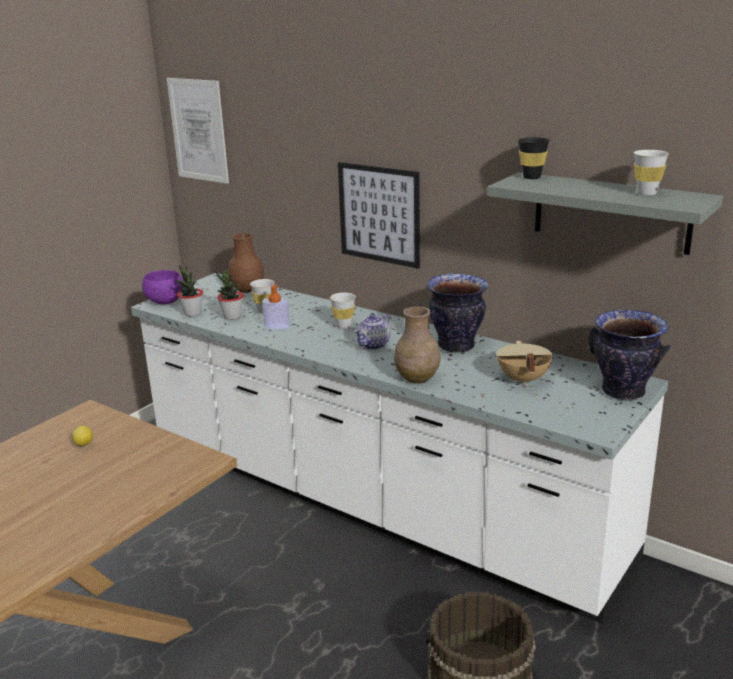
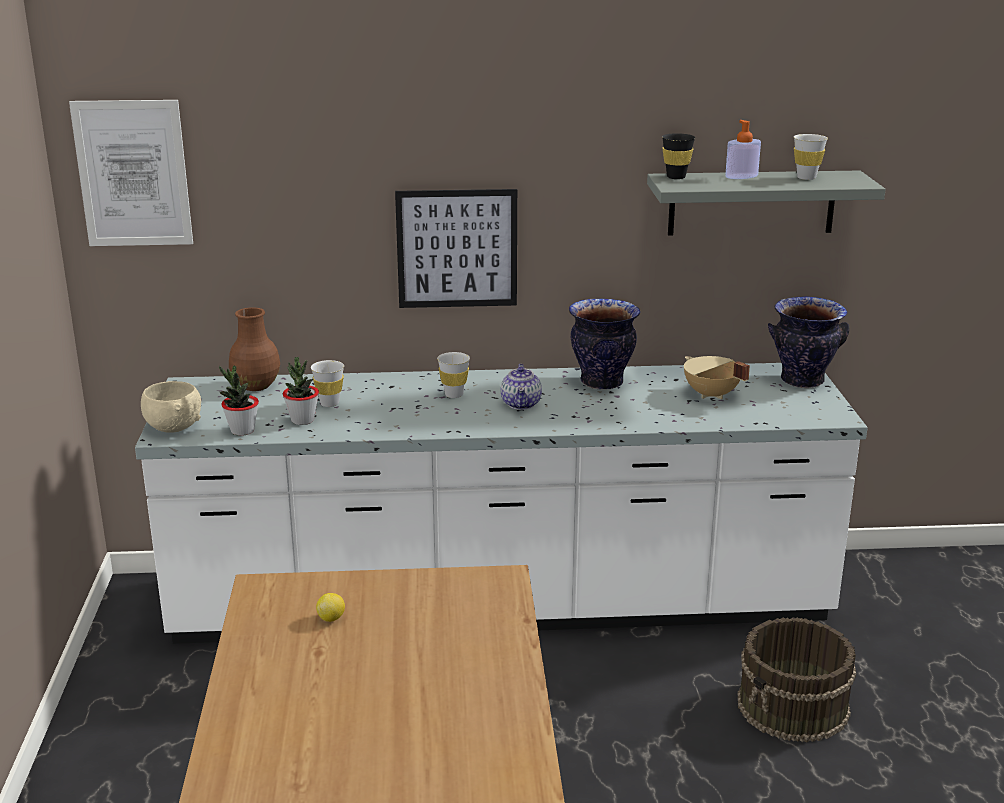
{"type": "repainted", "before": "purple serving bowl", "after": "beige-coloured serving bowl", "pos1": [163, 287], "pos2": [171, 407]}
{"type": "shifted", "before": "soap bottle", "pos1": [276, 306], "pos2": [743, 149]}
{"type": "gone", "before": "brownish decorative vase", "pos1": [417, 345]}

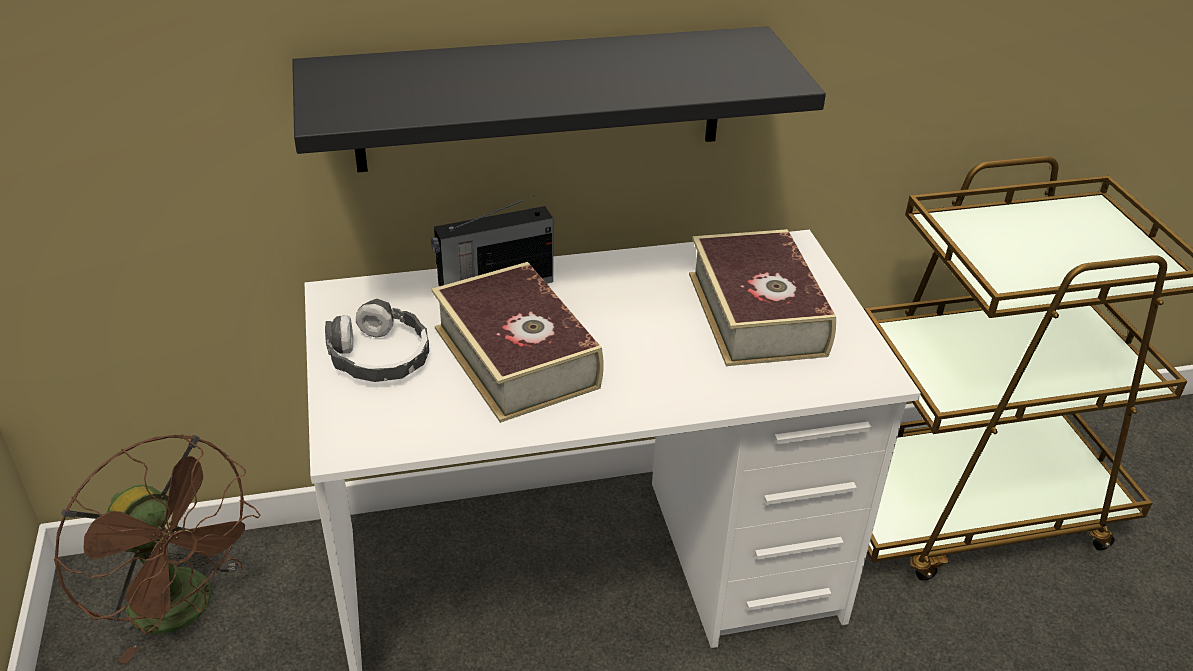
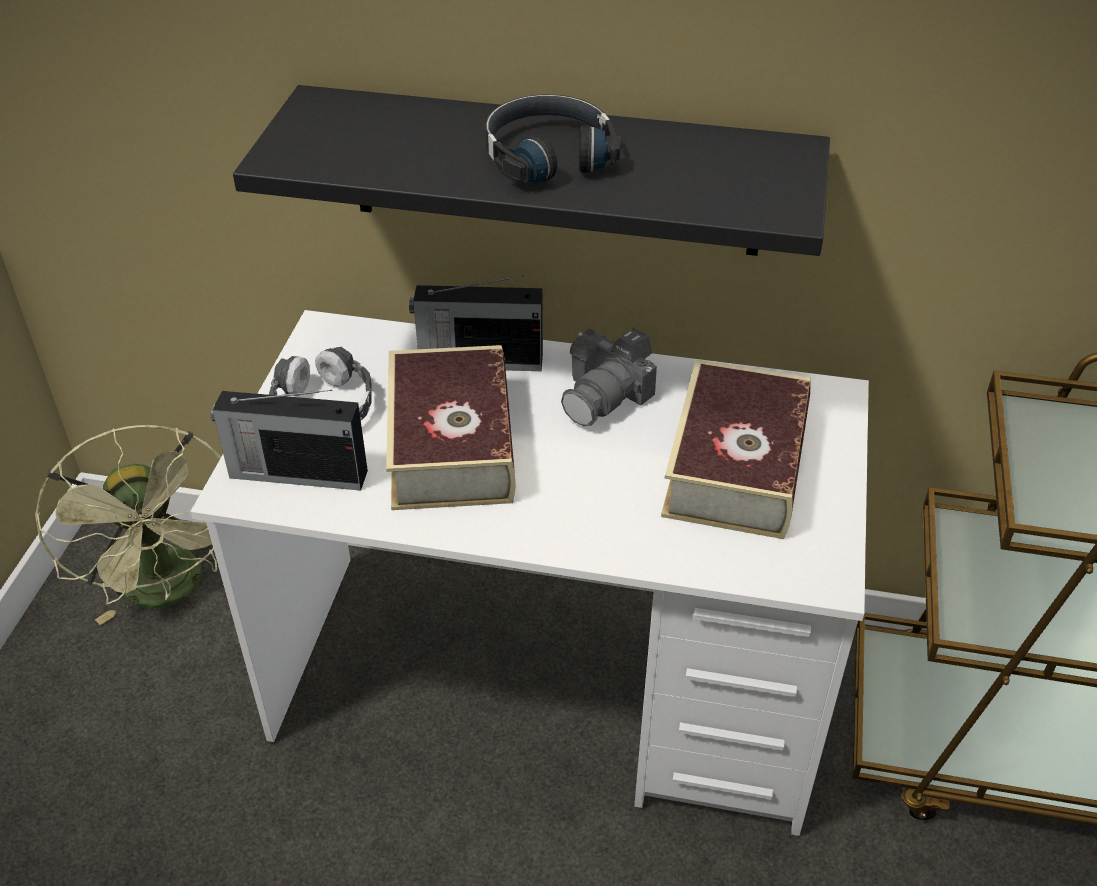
{"type": "repainted", "before": "brownish fan", "after": "green fan", "pos1": [157, 549], "pos2": [128, 525]}
{"type": "new", "after": "radio", "pos2": [289, 440]}
{"type": "new", "after": "black pair of headphones", "pos2": [553, 138]}
{"type": "new", "after": "still camera", "pos2": [609, 377]}

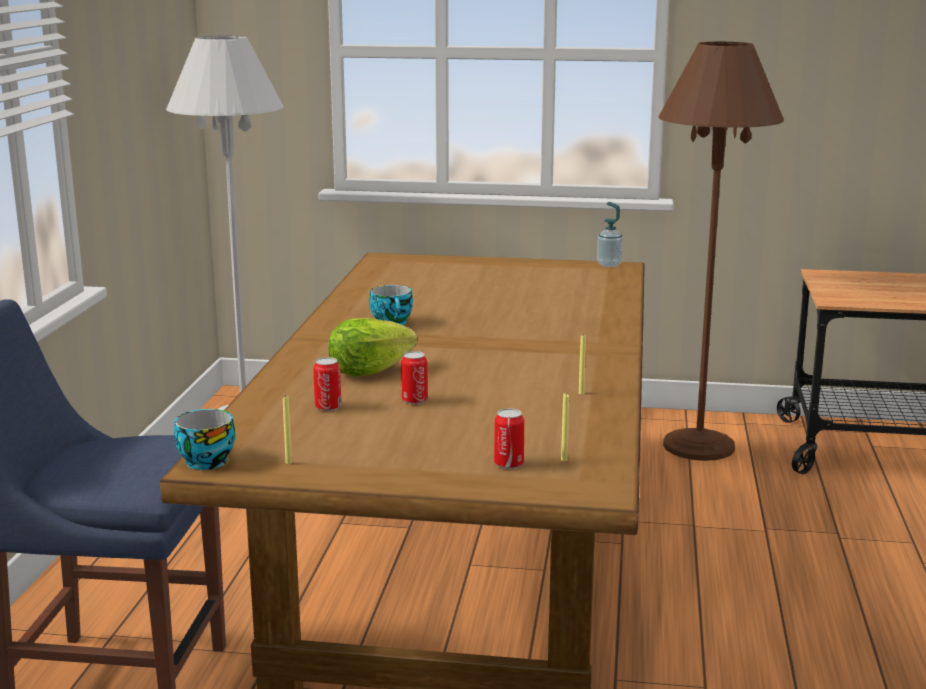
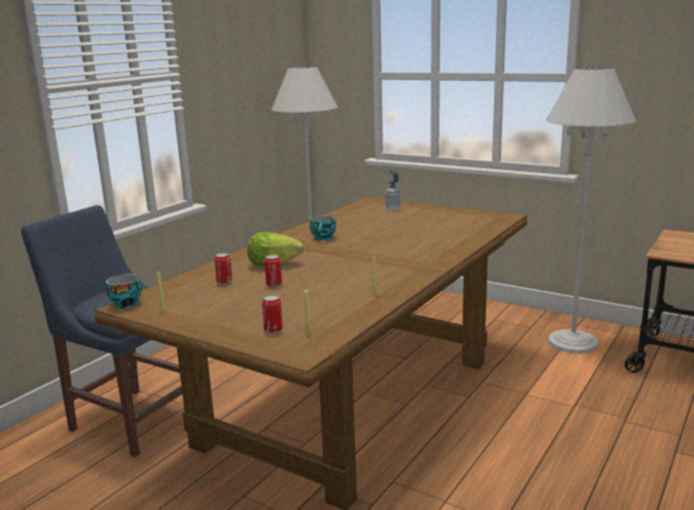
{"type": "shifted", "before": "soap bottle", "pos1": [610, 234], "pos2": [393, 190]}
{"type": "repainted", "before": "brownish standard lamp", "after": "whitish standard lamp", "pos1": [721, 251], "pos2": [591, 210]}

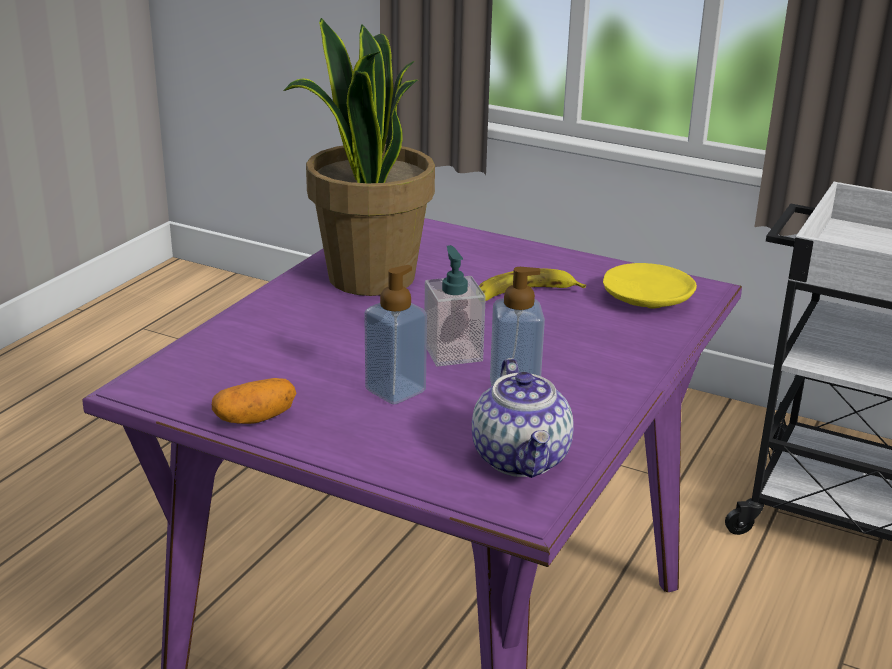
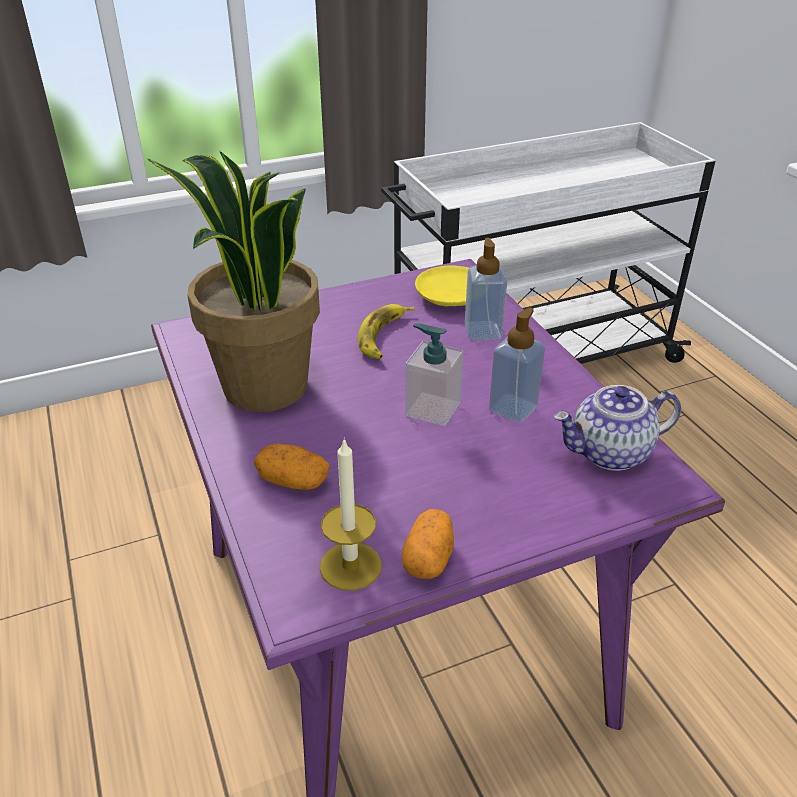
{"type": "shifted", "before": "soap bottle", "pos1": [395, 334], "pos2": [486, 289]}
{"type": "rotated", "before": "tea pot", "pos1": [523, 418], "pos2": [617, 428], "turn": 135}
{"type": "new", "after": "spud", "pos2": [291, 467]}
{"type": "new", "after": "wax light", "pos2": [351, 514]}

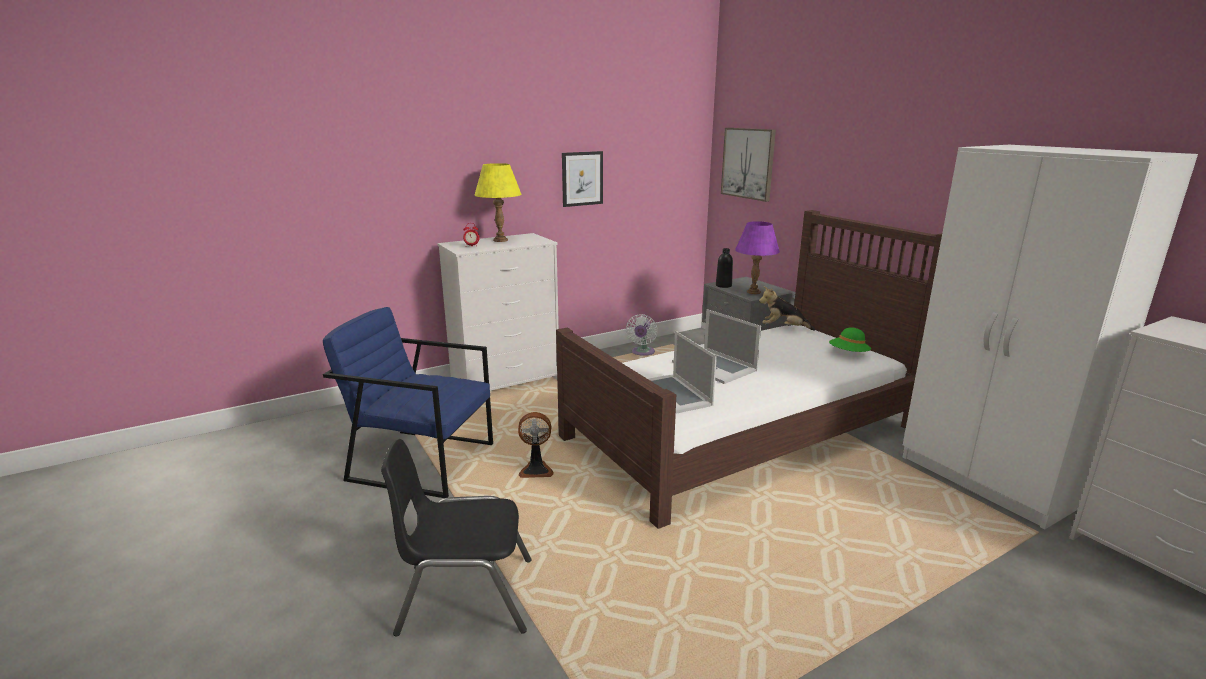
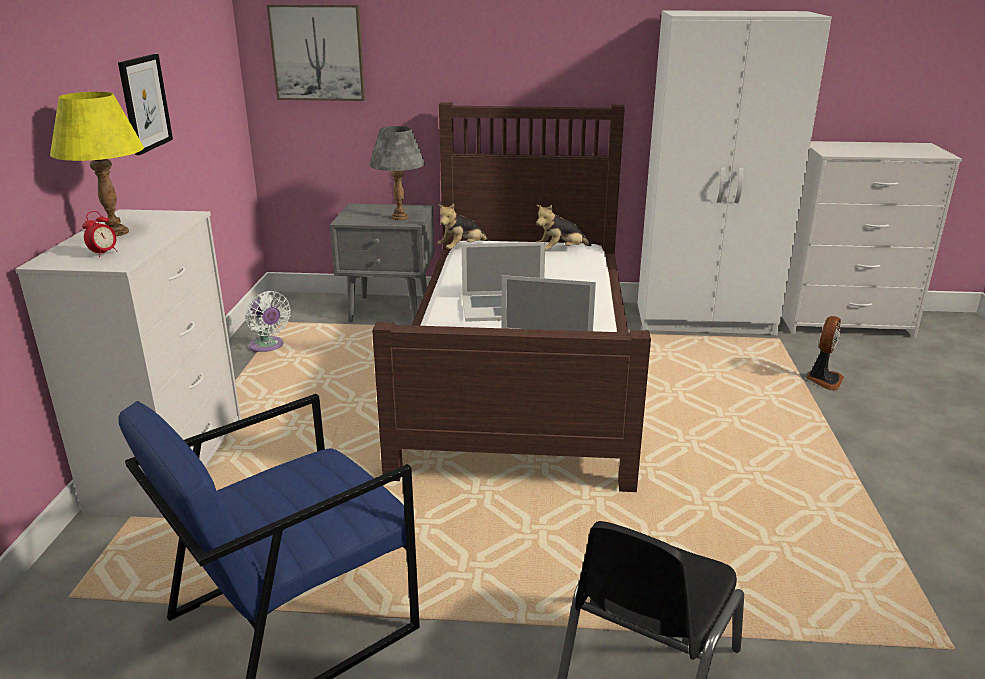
{"type": "shifted", "before": "fan", "pos1": [536, 445], "pos2": [825, 353]}
{"type": "gone", "before": "black bottle", "pos1": [724, 268]}
{"type": "repainted", "before": "purple table lamp", "after": "gray table lamp", "pos1": [757, 257], "pos2": [397, 173]}
{"type": "swapped", "before": "green hat", "after": "soft toy", "pos1": [850, 339], "pos2": [564, 228]}

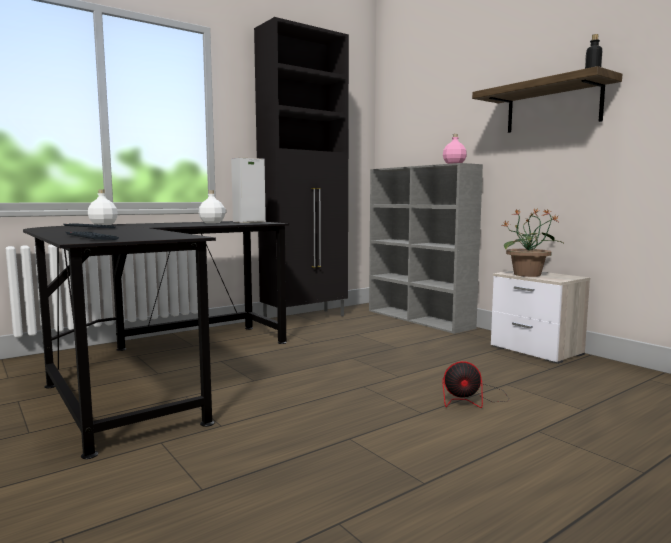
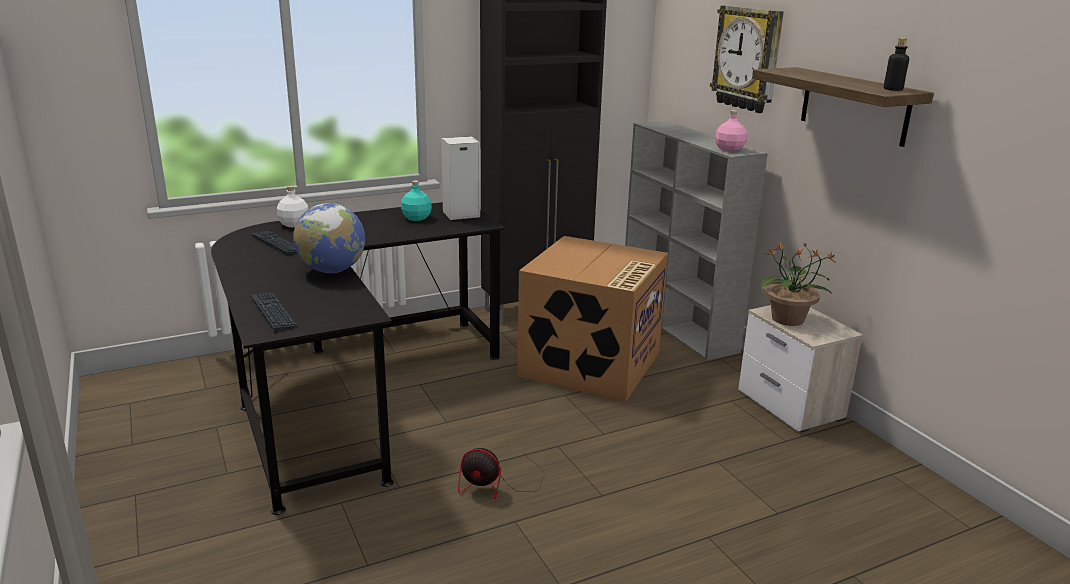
{"type": "repainted", "before": "whitish bottle", "after": "turquoise-coloured bottle", "pos1": [212, 206], "pos2": [416, 201]}
{"type": "shifted", "before": "fan", "pos1": [475, 384], "pos2": [501, 472]}
{"type": "new", "after": "globe", "pos2": [329, 238]}
{"type": "new", "after": "cardboard box", "pos2": [592, 319]}
{"type": "new", "after": "wall clock", "pos2": [747, 59]}

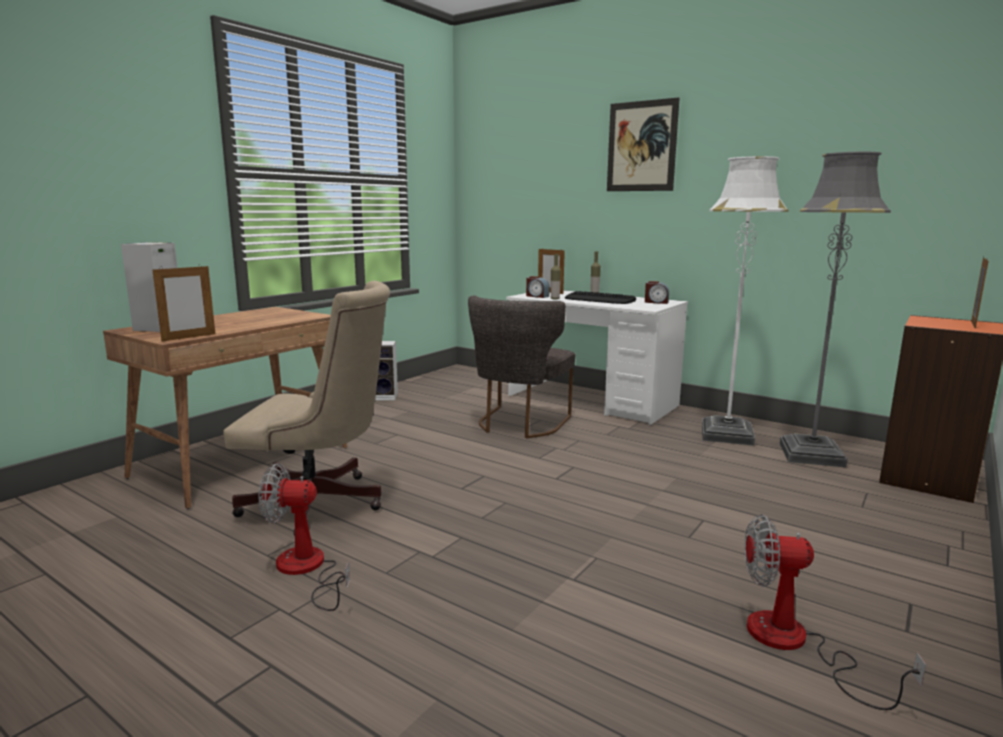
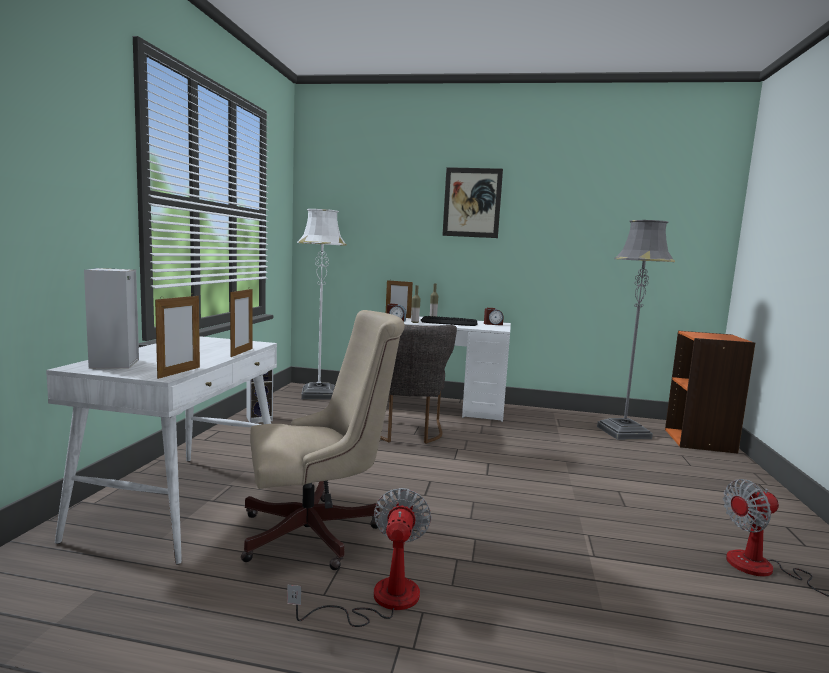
{"type": "repainted", "before": "brownish desk table", "after": "whitish desk table", "pos1": [225, 408], "pos2": [161, 450]}
{"type": "rotated", "before": "fan", "pos1": [304, 537], "pos2": [359, 557], "turn": 120}
{"type": "shifted", "before": "whitish standard lamp", "pos1": [745, 301], "pos2": [322, 304]}
{"type": "shifted", "before": "standing frame", "pos1": [979, 292], "pos2": [241, 322]}

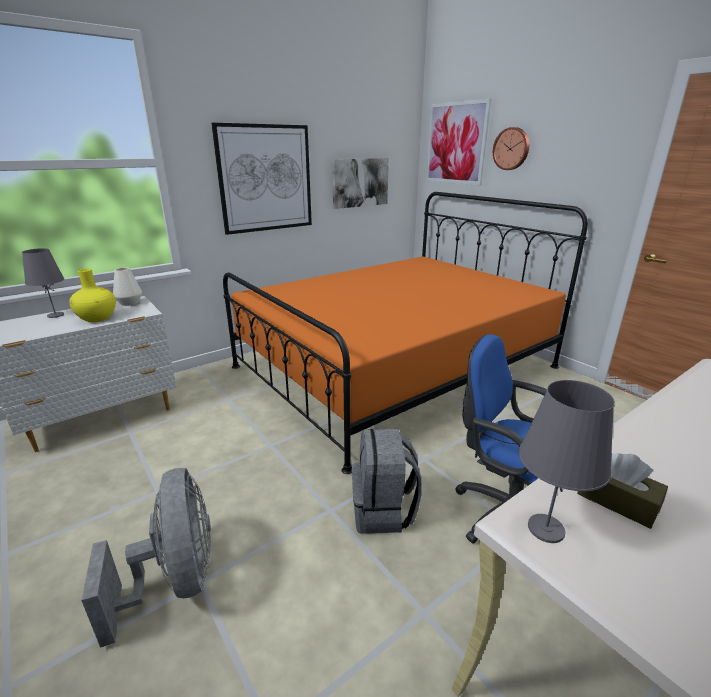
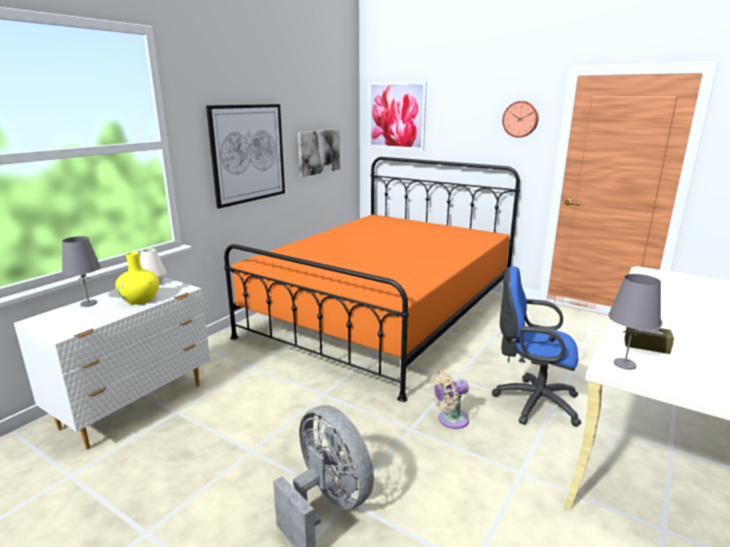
{"type": "swapped", "before": "gray knapsack", "after": "beige-coloured fan", "pos1": [386, 481], "pos2": [449, 400]}
{"type": "shifted", "before": "wall clock", "pos1": [511, 148], "pos2": [520, 119]}

